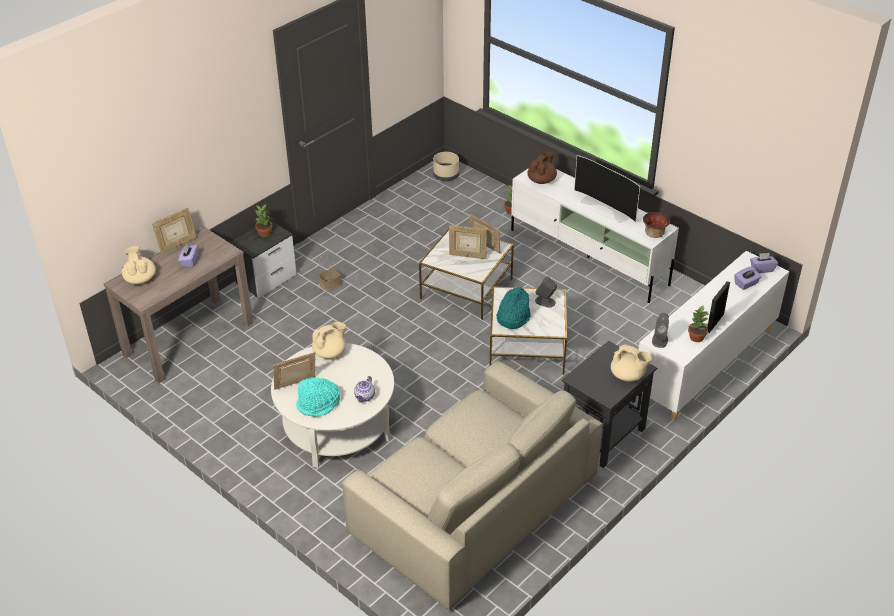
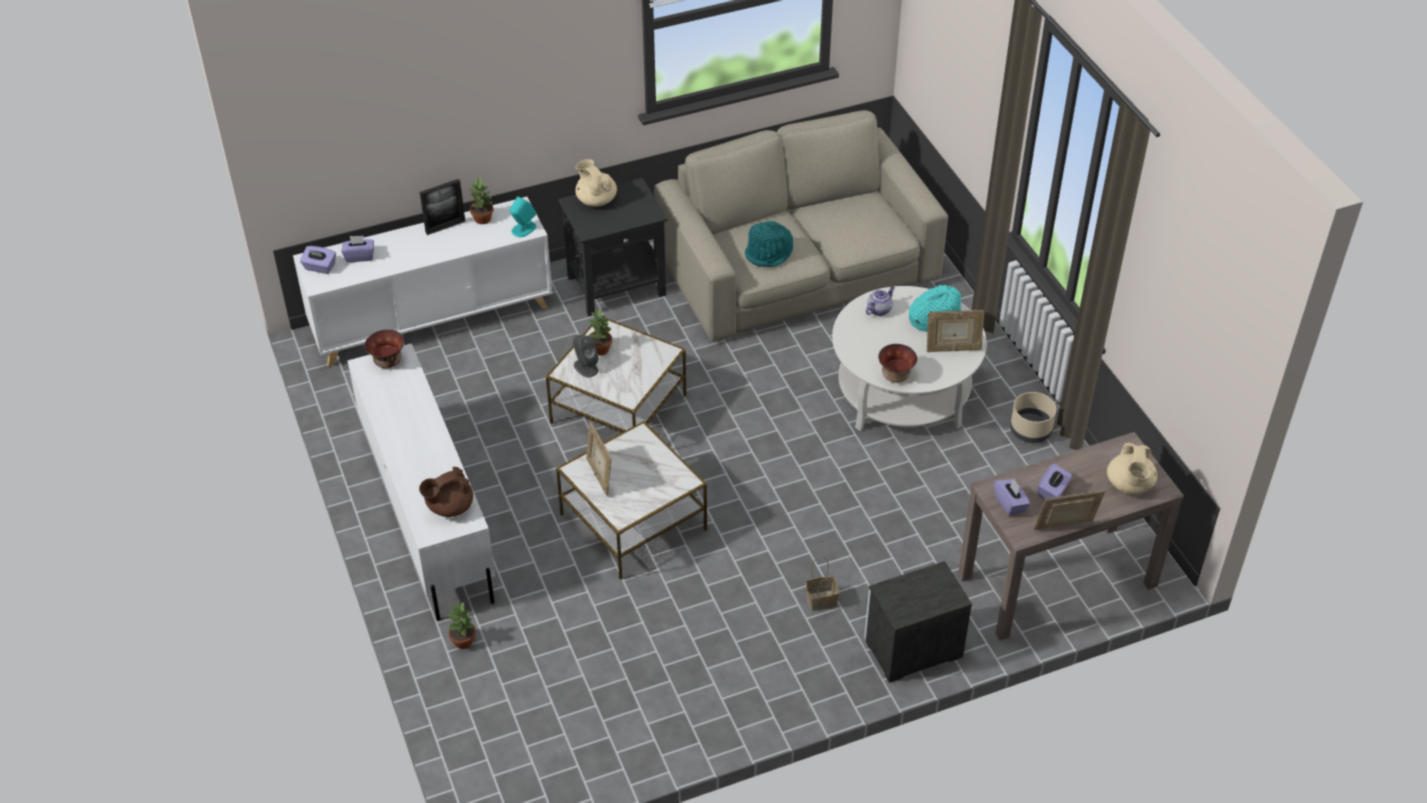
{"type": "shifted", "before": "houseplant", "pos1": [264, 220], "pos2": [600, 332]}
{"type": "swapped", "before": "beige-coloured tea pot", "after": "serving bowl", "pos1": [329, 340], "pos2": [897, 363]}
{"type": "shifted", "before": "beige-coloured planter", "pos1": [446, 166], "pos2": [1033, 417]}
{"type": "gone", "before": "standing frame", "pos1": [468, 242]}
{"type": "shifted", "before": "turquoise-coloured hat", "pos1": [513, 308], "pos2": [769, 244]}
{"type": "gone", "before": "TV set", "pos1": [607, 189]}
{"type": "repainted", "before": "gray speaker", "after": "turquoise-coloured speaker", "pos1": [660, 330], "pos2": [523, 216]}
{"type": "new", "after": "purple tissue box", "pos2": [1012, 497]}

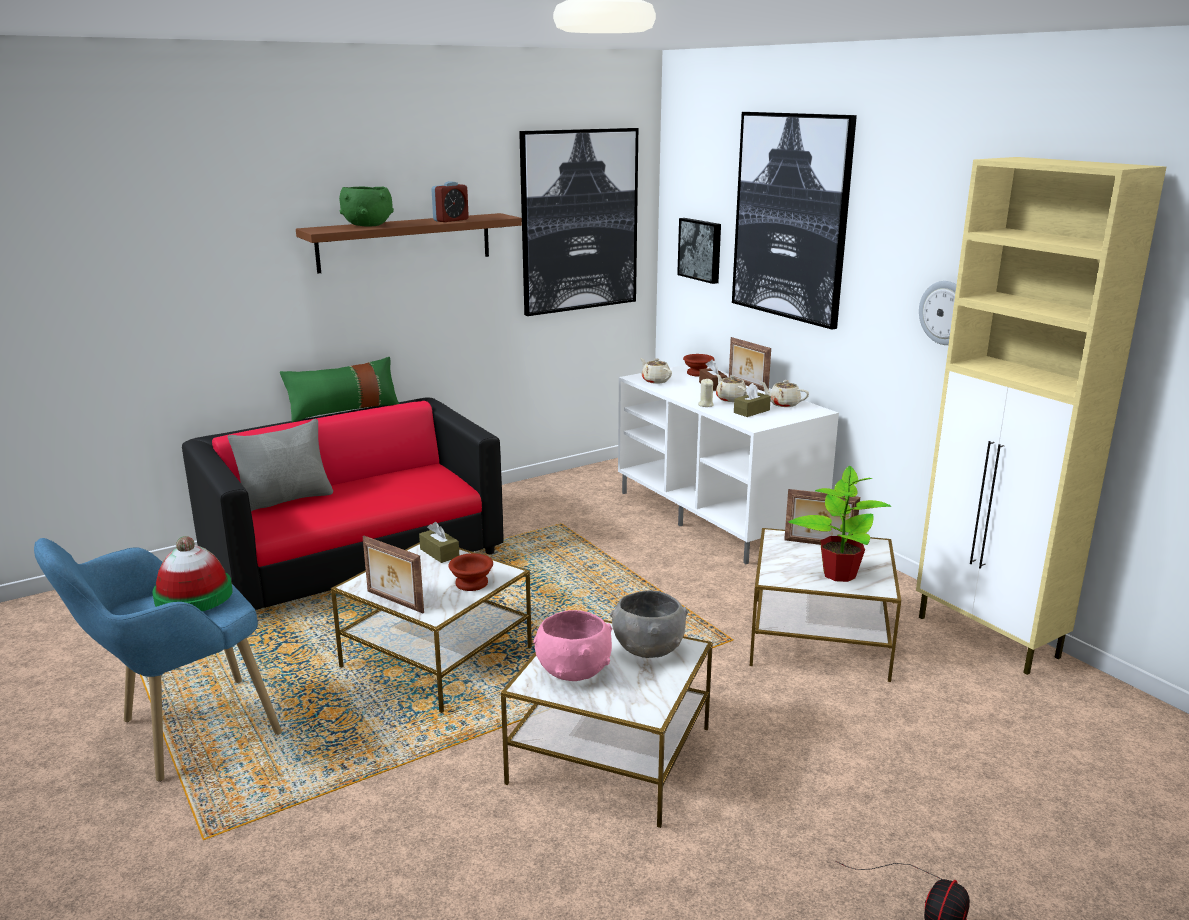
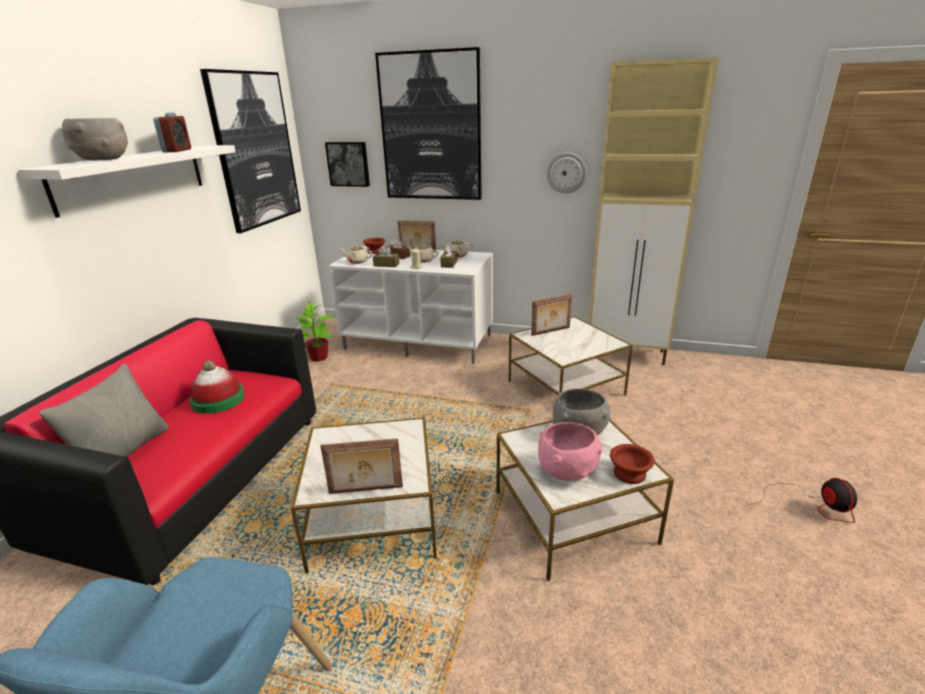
{"type": "shifted", "before": "hat", "pos1": [192, 573], "pos2": [217, 387]}
{"type": "gone", "before": "green cushion", "pos1": [339, 389]}
{"type": "repainted", "before": "brownish wall shelf", "after": "whitish wall shelf", "pos1": [409, 243], "pos2": [127, 181]}
{"type": "repainted", "before": "green serving bowl", "after": "gray serving bowl", "pos1": [366, 206], "pos2": [95, 139]}
{"type": "shifted", "before": "brownish tissue box", "pos1": [439, 542], "pos2": [386, 256]}
{"type": "shifted", "before": "brownish serving bowl", "pos1": [470, 572], "pos2": [632, 464]}
{"type": "shifted", "before": "houseplant", "pos1": [840, 524], "pos2": [316, 331]}

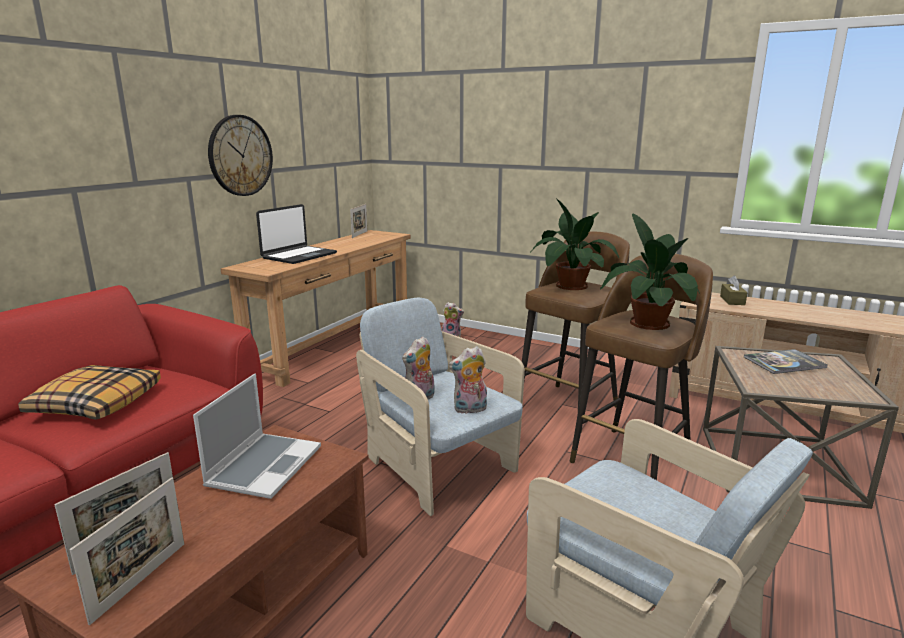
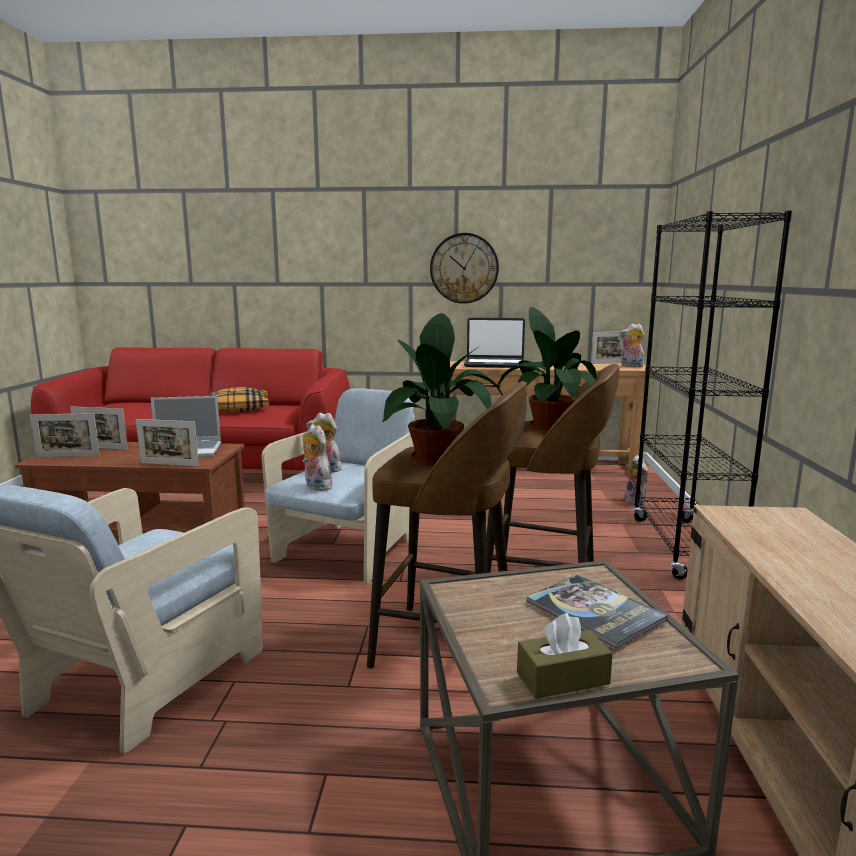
{"type": "shifted", "before": "brownish tissue box", "pos1": [733, 290], "pos2": [565, 656]}
{"type": "new", "after": "standing frame", "pos2": [167, 442]}
{"type": "new", "after": "soft toy", "pos2": [631, 345]}
{"type": "new", "after": "black bookcase", "pos2": [712, 395]}

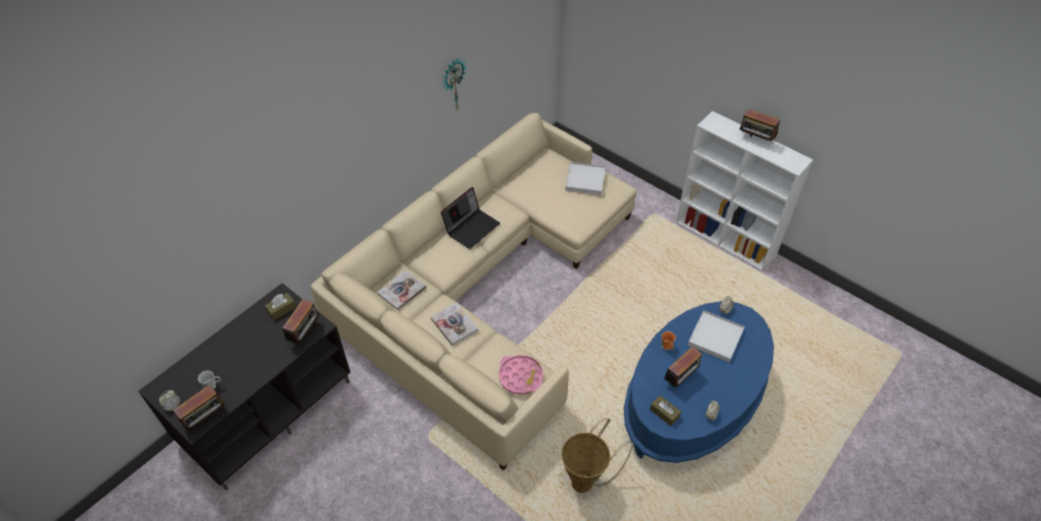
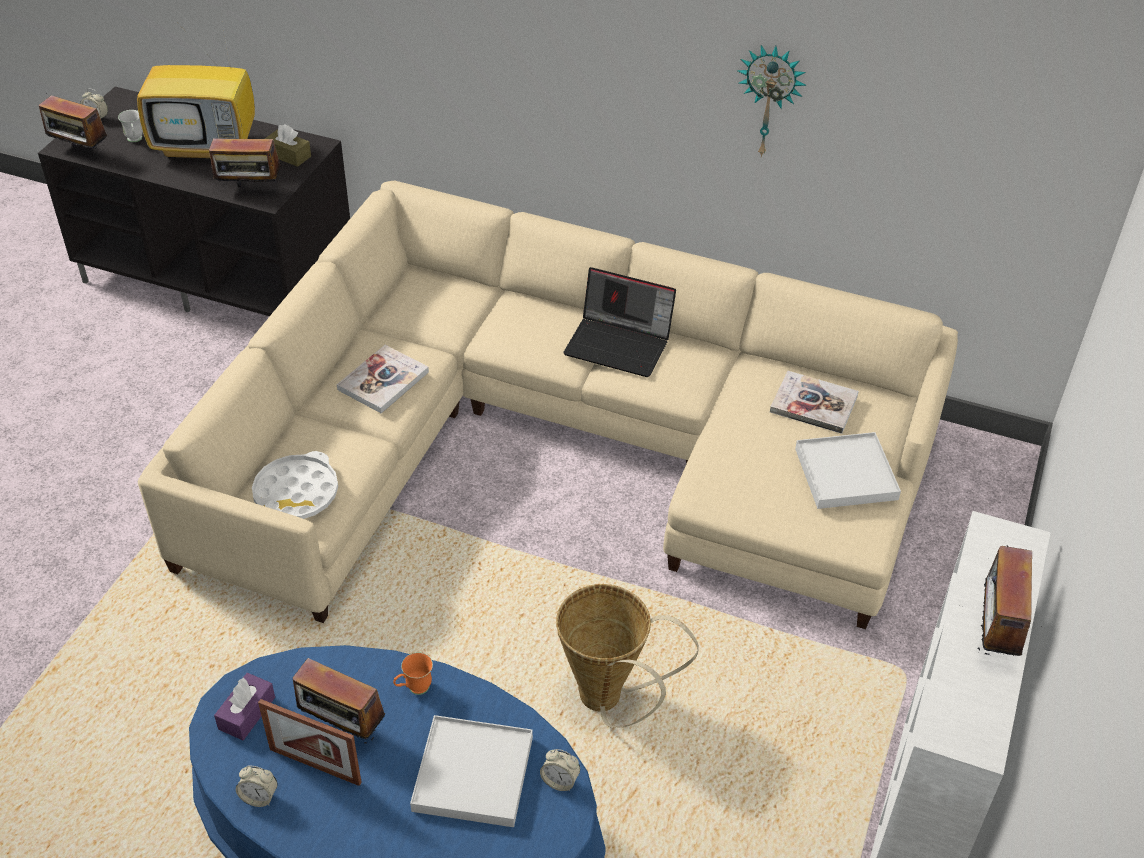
{"type": "shifted", "before": "volume", "pos1": [401, 290], "pos2": [814, 402]}
{"type": "repainted", "before": "pink carrying tray", "after": "whitish carrying tray", "pos1": [521, 375], "pos2": [295, 485]}
{"type": "shifted", "before": "basket", "pos1": [596, 455], "pos2": [627, 656]}
{"type": "repainted", "before": "brownish tissue box", "after": "purple tissue box", "pos1": [665, 410], "pos2": [244, 706]}
{"type": "new", "after": "TV set", "pos2": [196, 86]}
{"type": "new", "after": "standing frame", "pos2": [310, 742]}

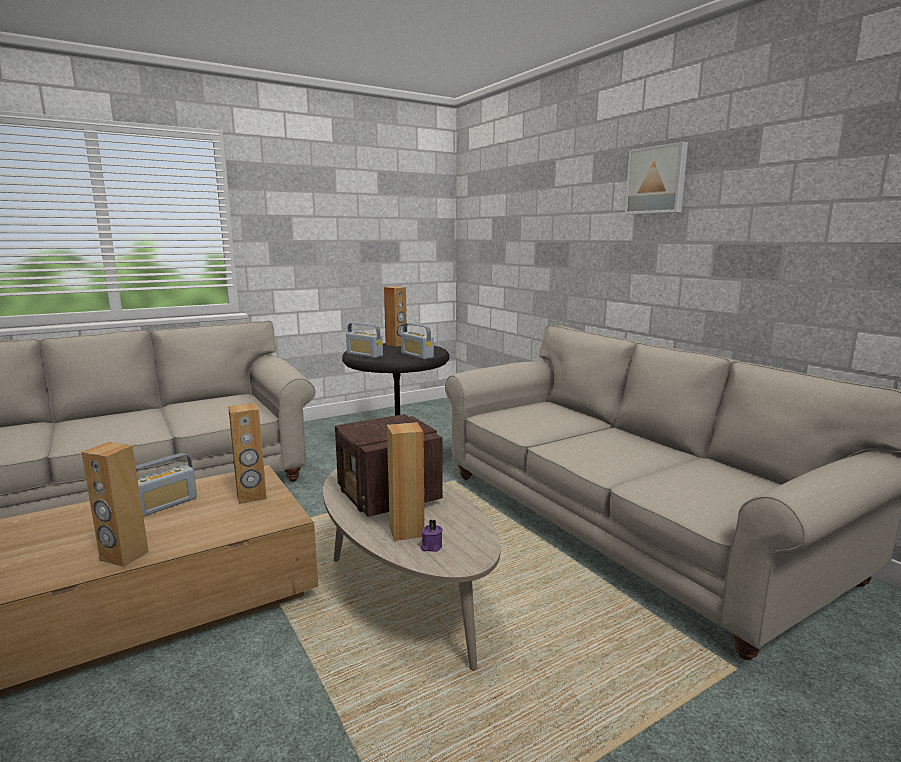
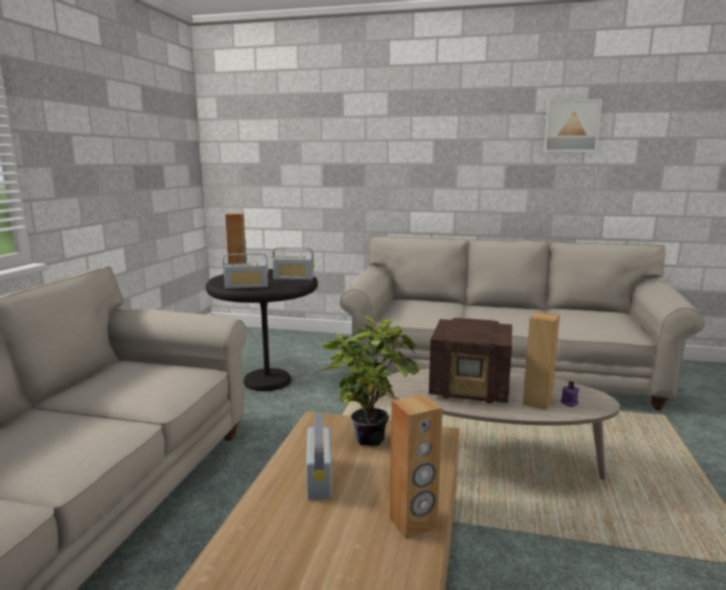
{"type": "swapped", "before": "brownish speaker", "after": "houseplant", "pos1": [247, 453], "pos2": [367, 381]}
{"type": "shifted", "before": "wall art", "pos1": [656, 178], "pos2": [573, 125]}

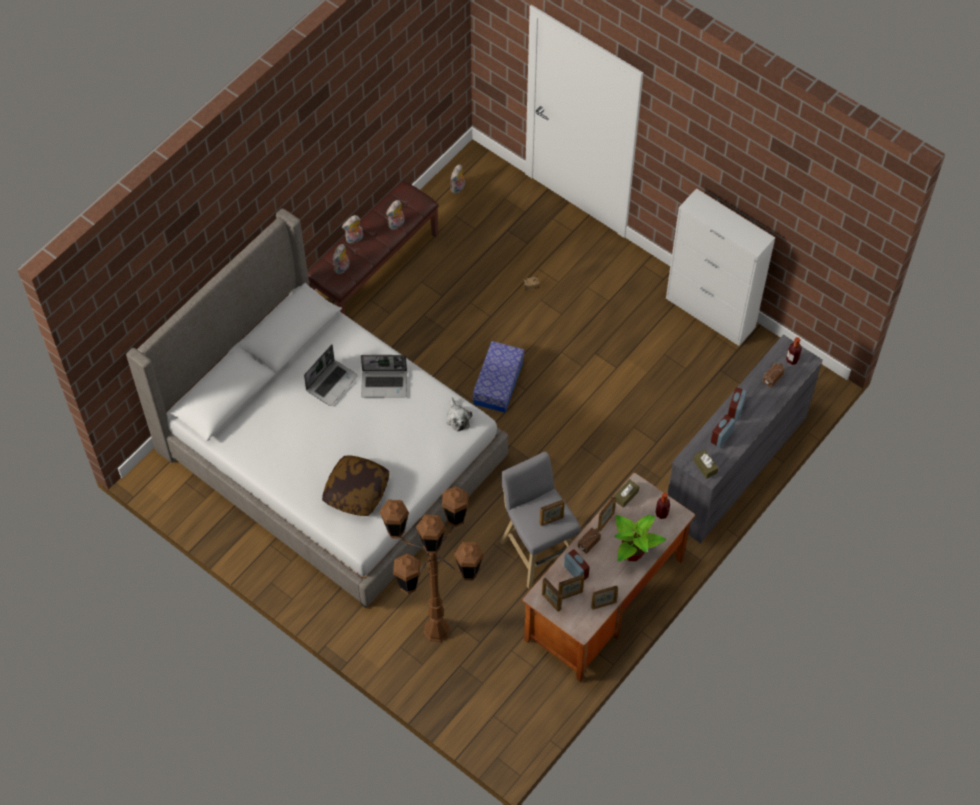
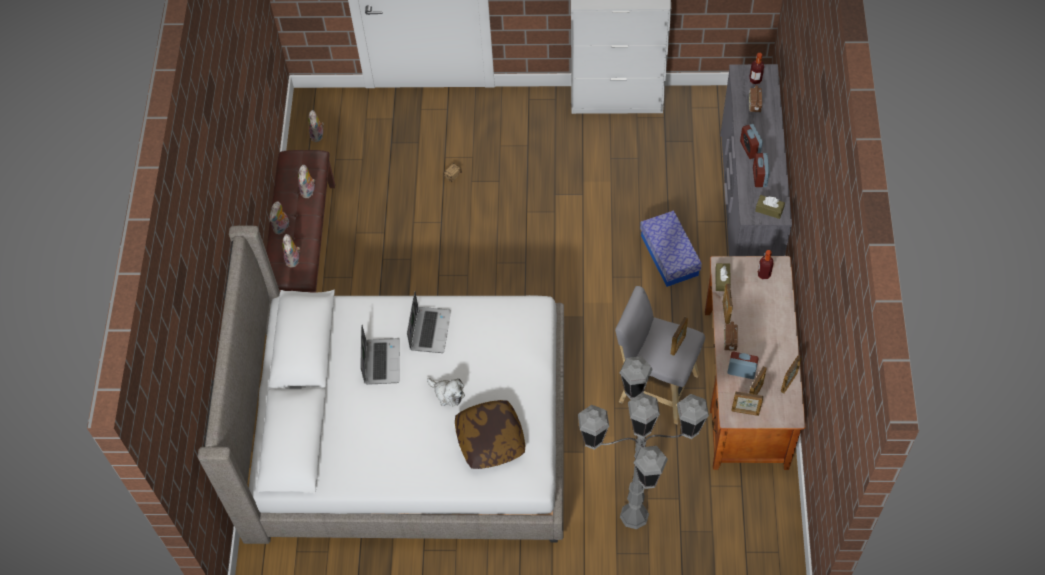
{"type": "rotated", "before": "portable computer", "pos1": [384, 376], "pos2": [429, 322], "turn": -45}
{"type": "repainted", "before": "brownish standard lamp", "after": "gray standard lamp", "pos1": [431, 564], "pos2": [643, 442]}
{"type": "shifted", "before": "soft toy", "pos1": [459, 414], "pos2": [446, 392]}
{"type": "shifted", "before": "storage bin", "pos1": [498, 377], "pos2": [671, 248]}
{"type": "gone", "before": "houseplant", "pos1": [640, 538]}

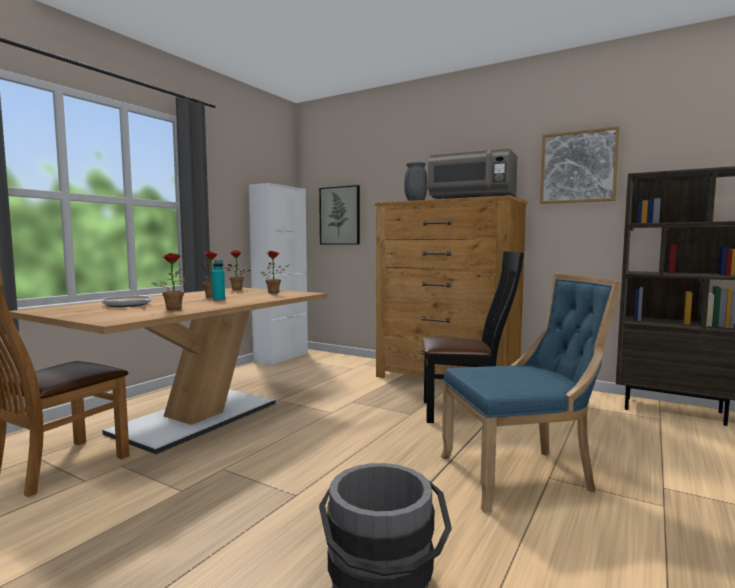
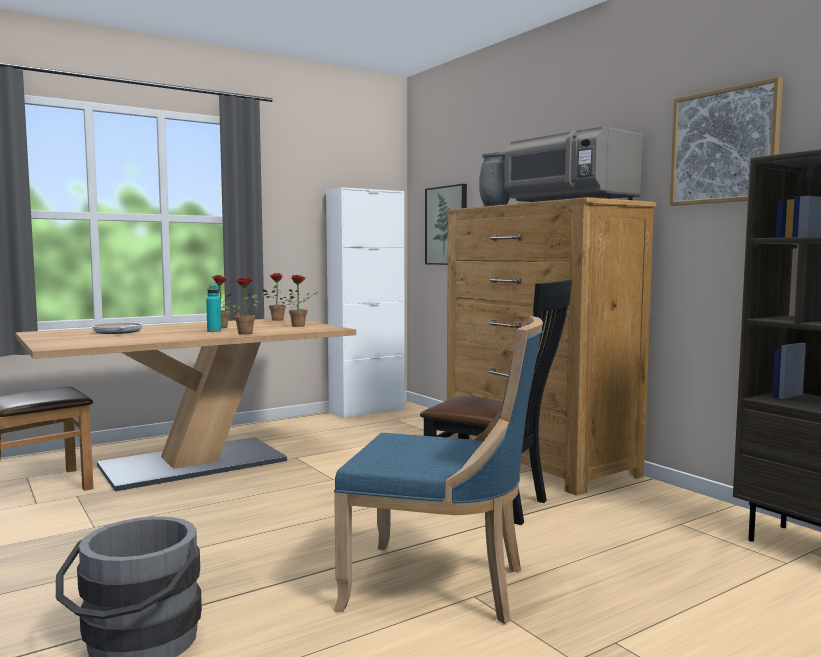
{"type": "shifted", "before": "houseplant", "pos1": [169, 281], "pos2": [241, 306]}

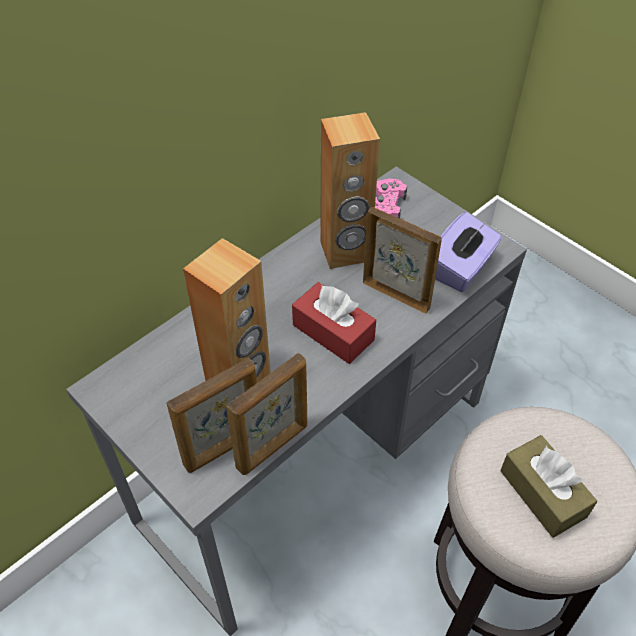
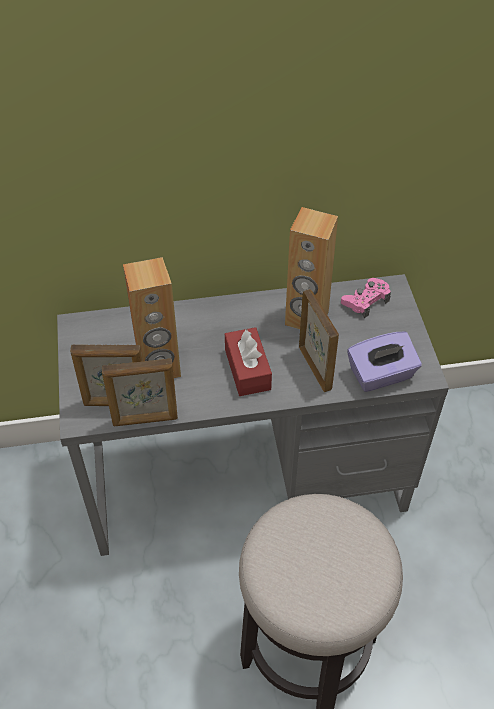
{"type": "gone", "before": "brownish tissue box", "pos1": [549, 486]}

